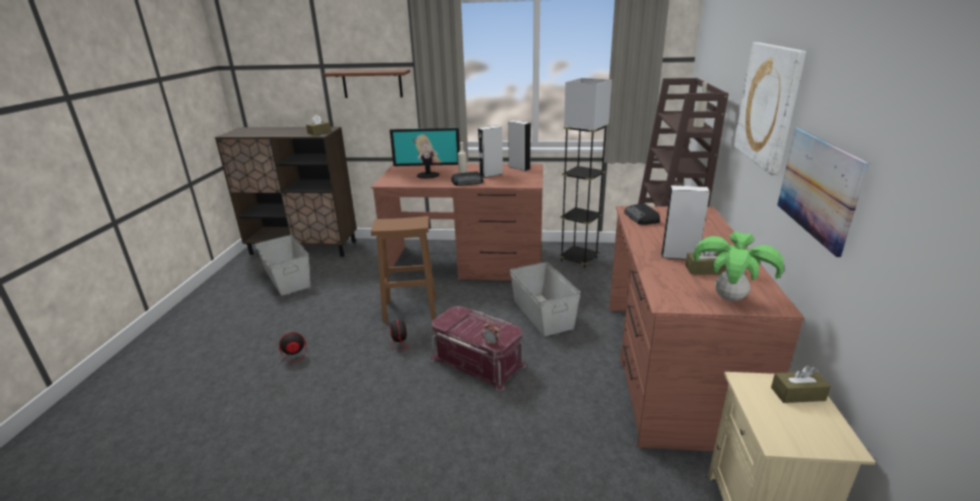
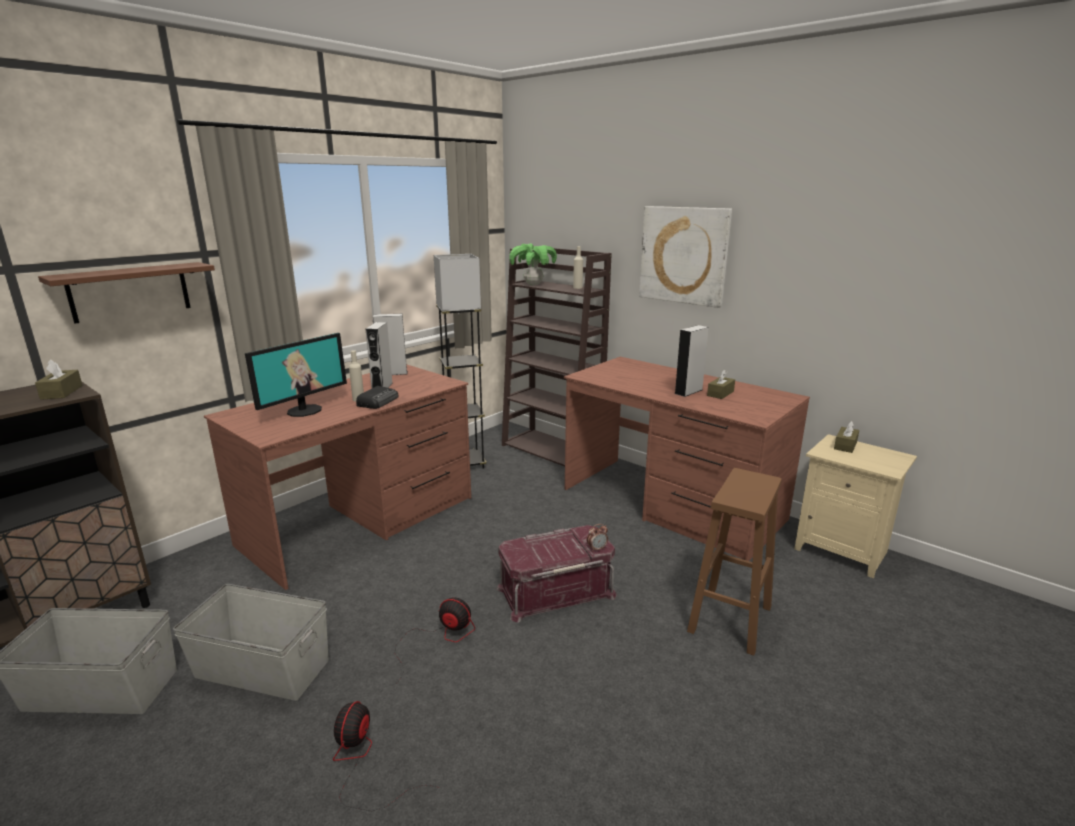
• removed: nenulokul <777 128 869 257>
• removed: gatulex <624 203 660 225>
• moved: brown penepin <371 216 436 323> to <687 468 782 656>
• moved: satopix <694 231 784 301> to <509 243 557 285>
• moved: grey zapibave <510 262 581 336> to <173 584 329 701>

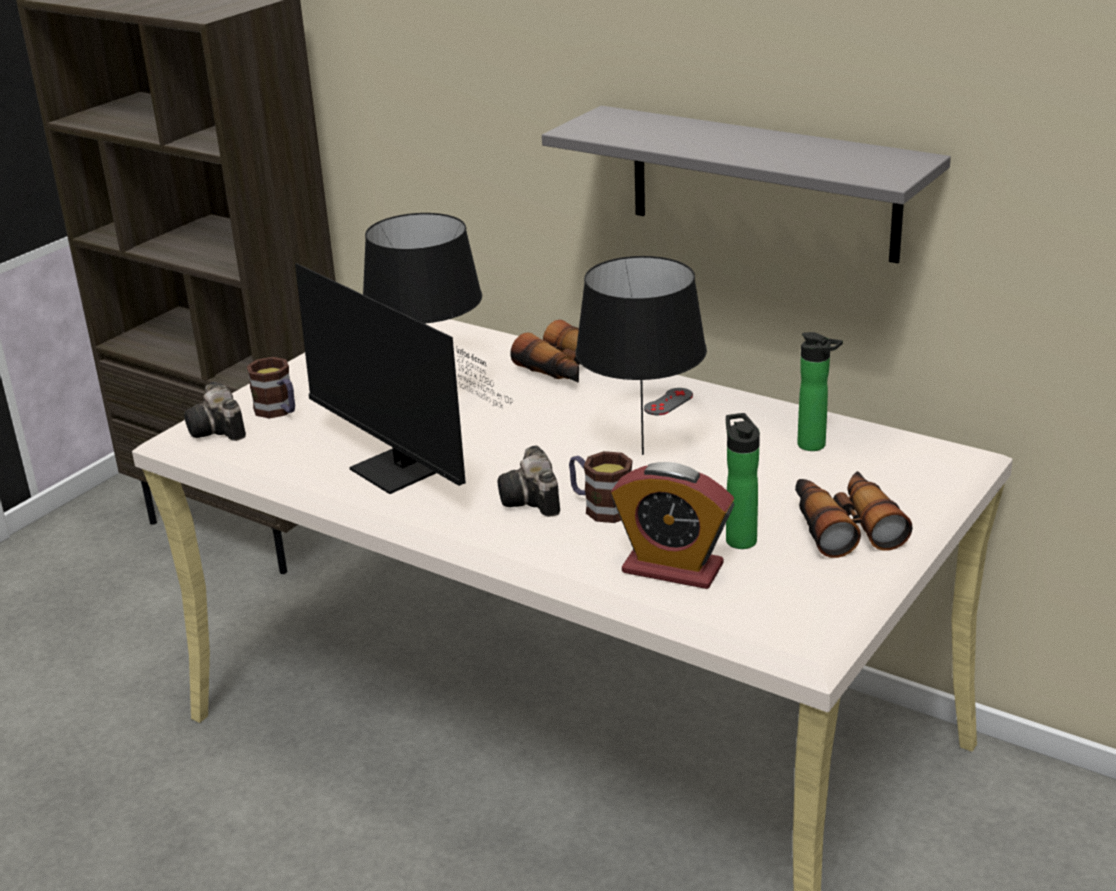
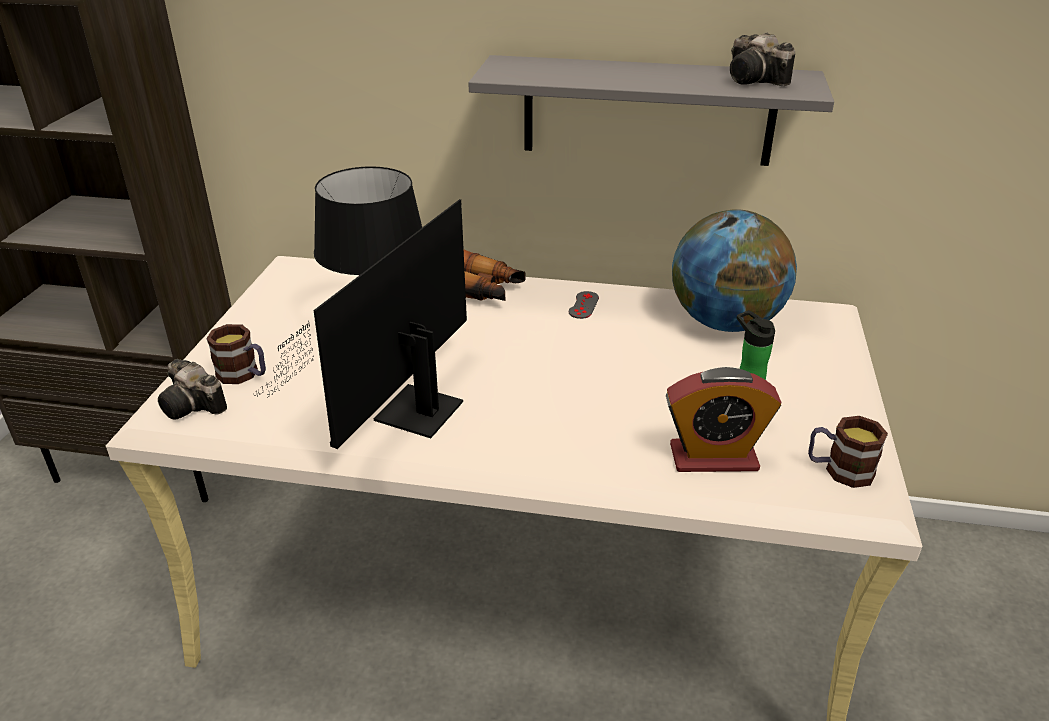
• removed: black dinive <575 256 707 455>
• turned: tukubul <295 263 513 494> = <254 199 467 449> 90 degrees clockwise
• replaced: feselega <797 332 843 451> to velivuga <672 209 797 332>
• moved: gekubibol <497 446 560 517> to <730 33 795 86>
• moved: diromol <569 451 633 523> to <808 416 888 488>
• removed: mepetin <795 471 913 558>

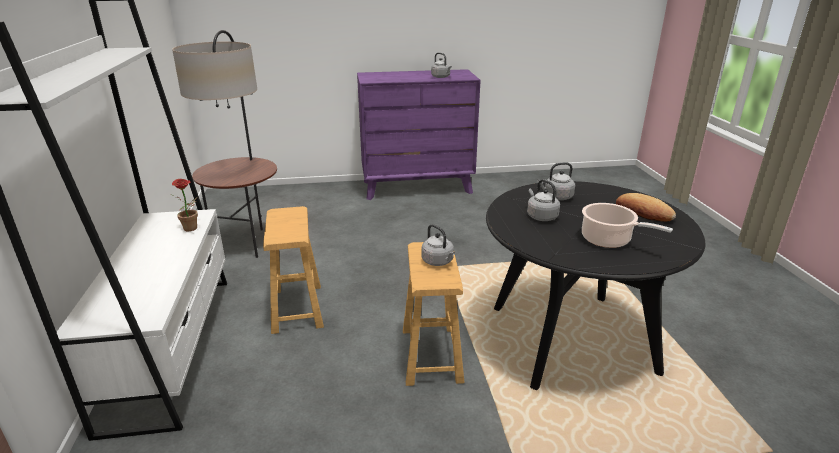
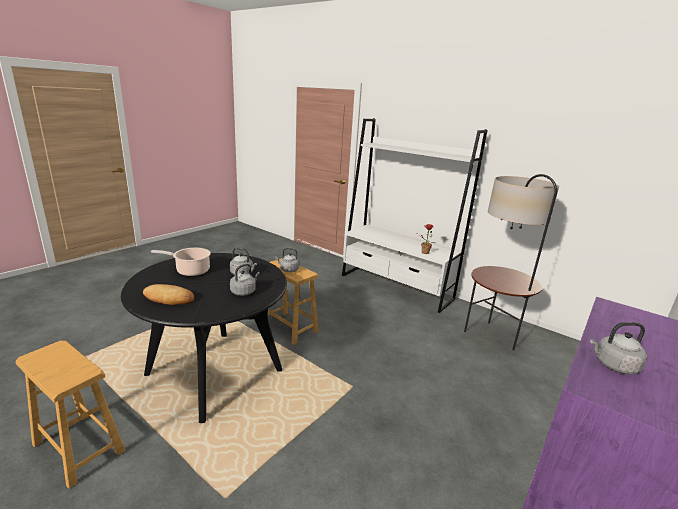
• moved: brown penepin <263 206 324 334> to <15 341 125 488>

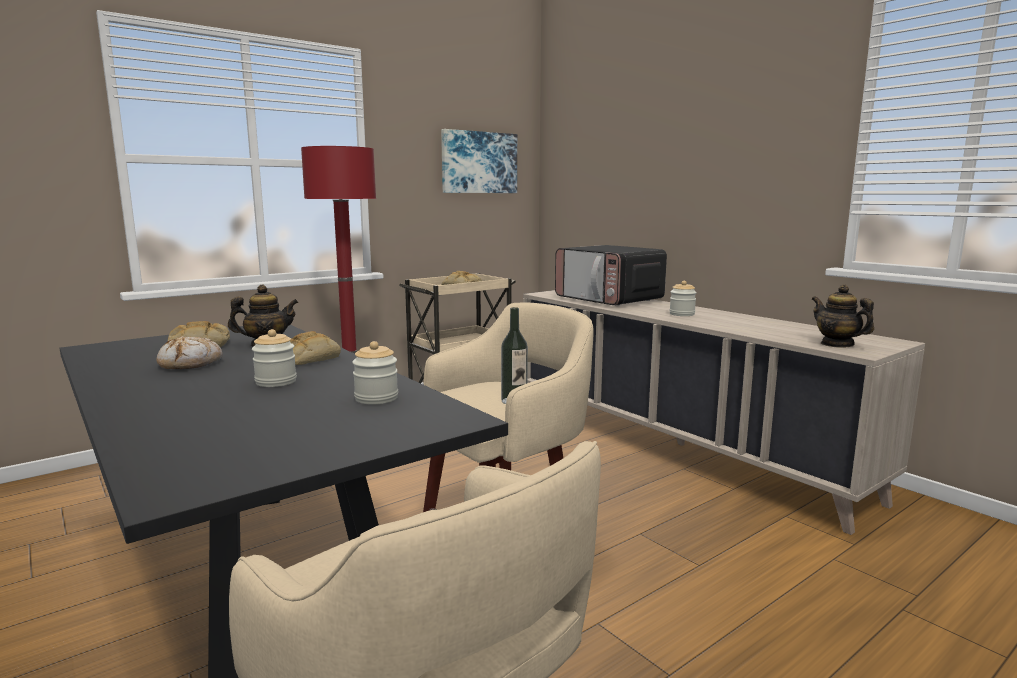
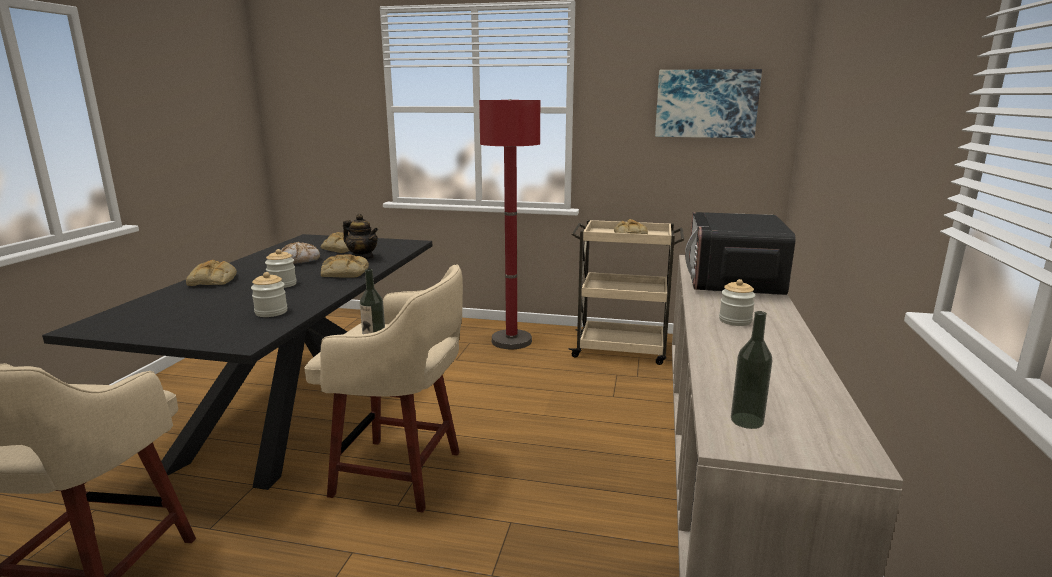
• replaced: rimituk <811 285 874 347> to feselega <731 311 772 429>
• added: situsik <186 260 237 286>

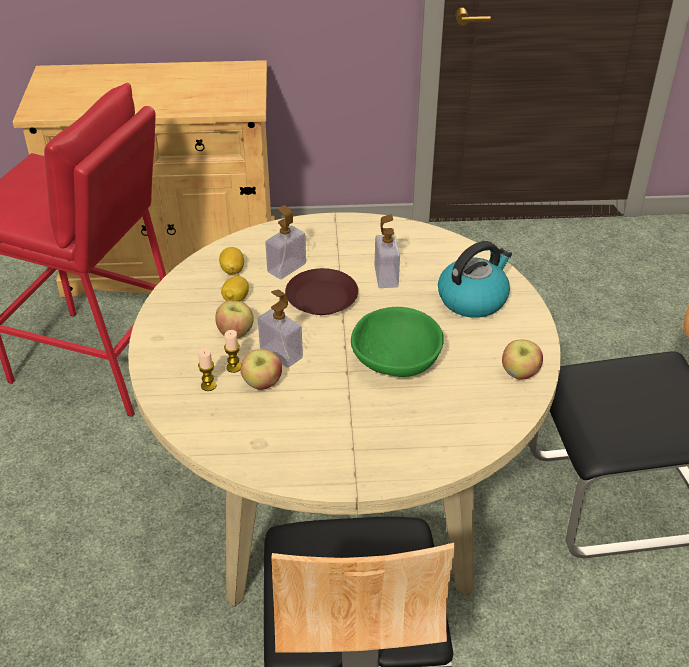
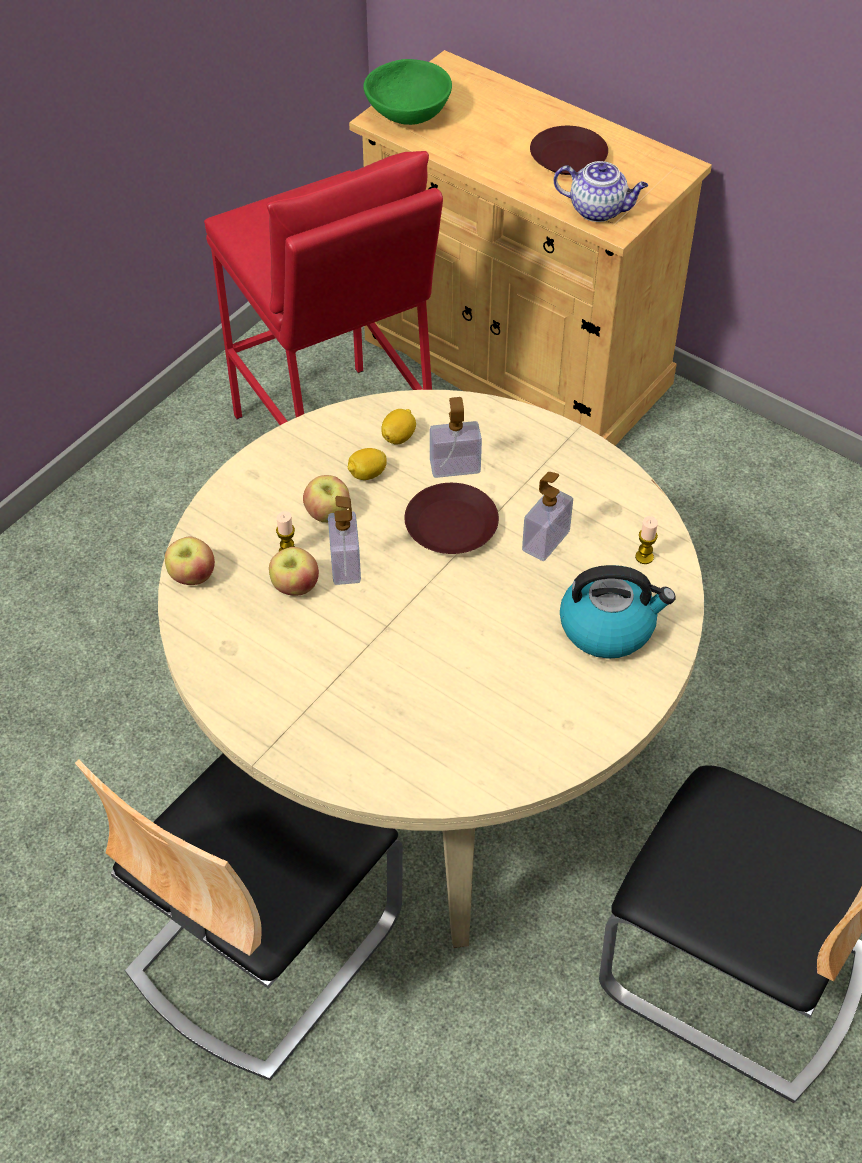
• moved: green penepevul <351 307 444 377> to <363 59 452 125>
• moved: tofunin <502 340 543 380> to <165 537 215 585>
• moved: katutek <198 348 216 391> to <635 516 658 564>
• added: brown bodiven <530 126 608 175>
• added: rimituk <554 161 648 222>

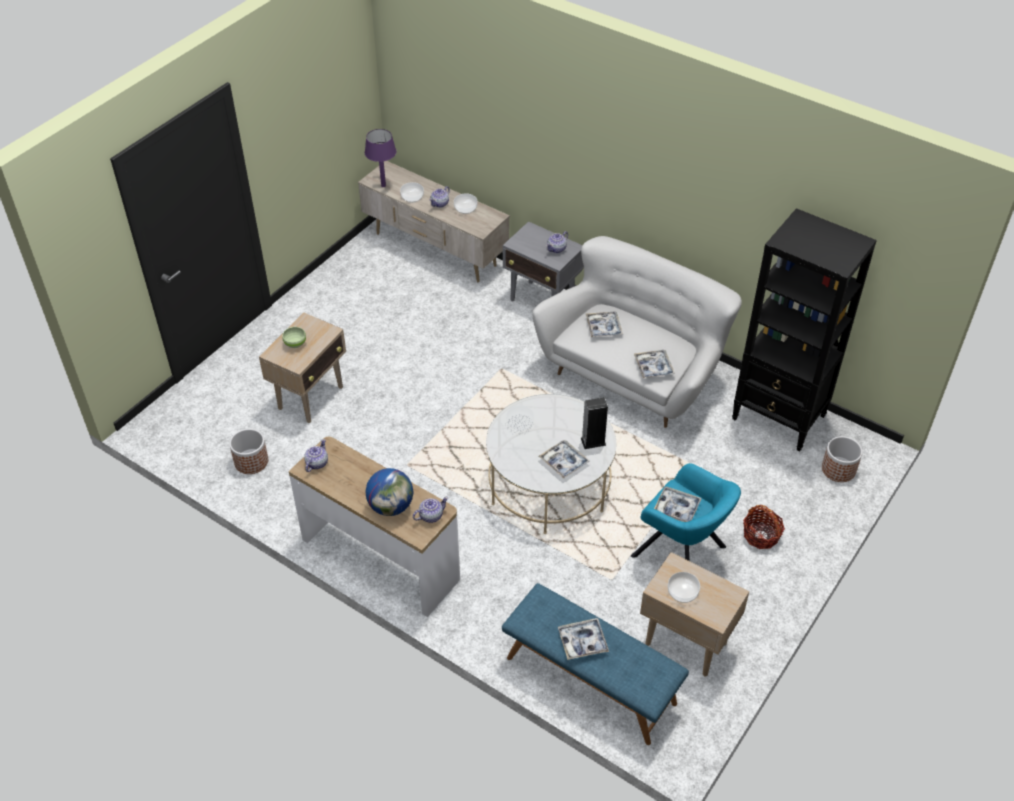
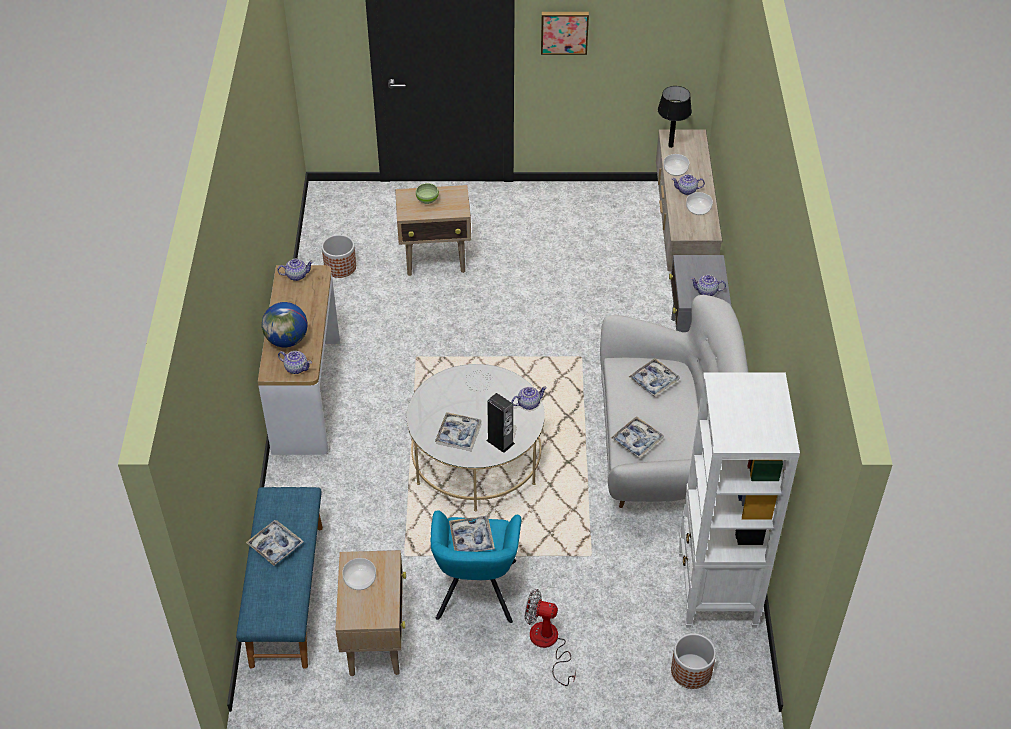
• recoloured: purple dinive <365 129 396 187> to black dinive <658 86 692 148>
• recoloured: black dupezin <732 208 877 451> to white dupezin <678 372 800 628>
• replaced: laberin <743 505 785 549> to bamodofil <525 589 576 686>
• added: nenulokul <541 12 589 55>
• added: rimituk <511 386 547 410>

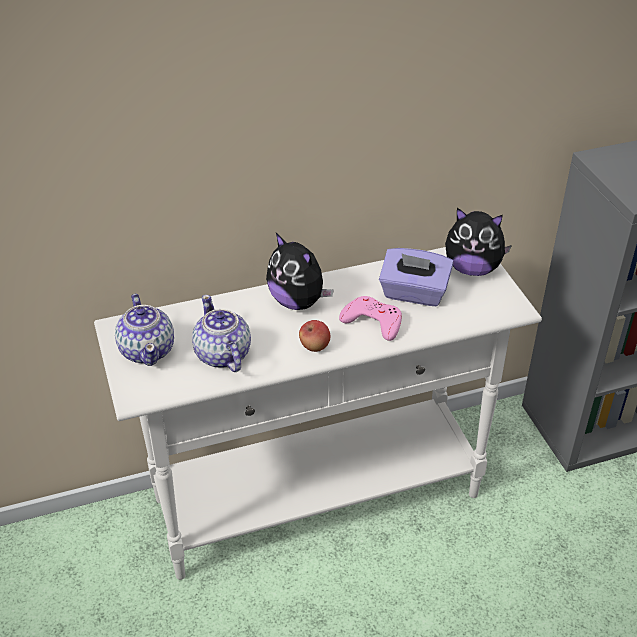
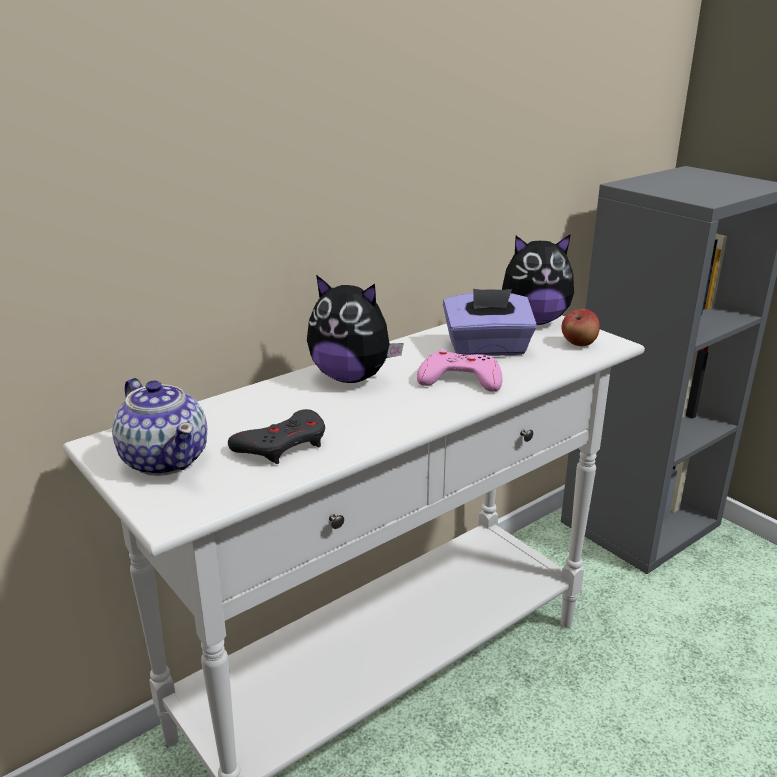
• replaced: rimituk <192 295 251 372> to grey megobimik <228 409 325 464>
• moved: tofunin <299 320 330 352> to <561 309 600 346>

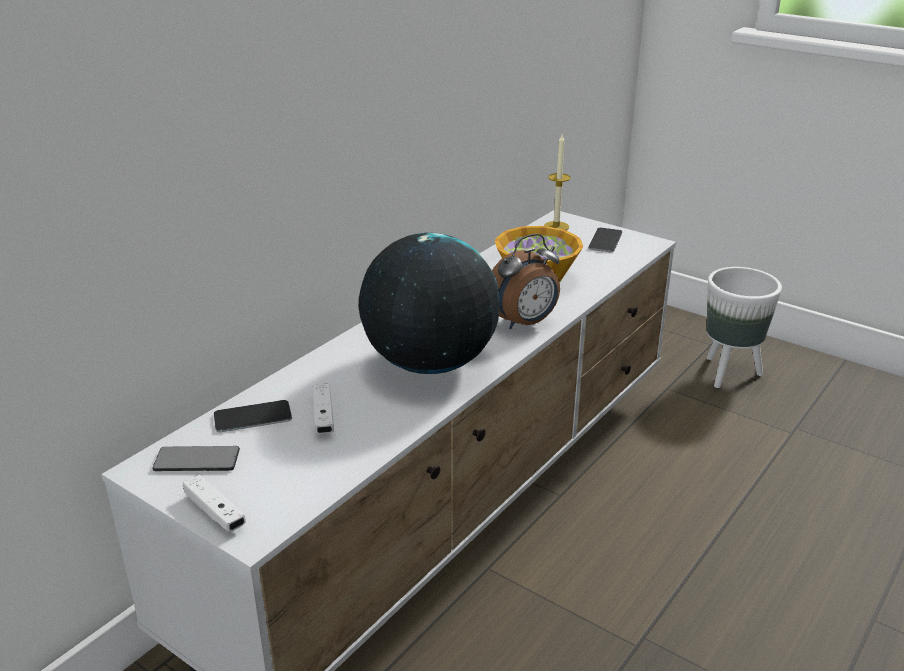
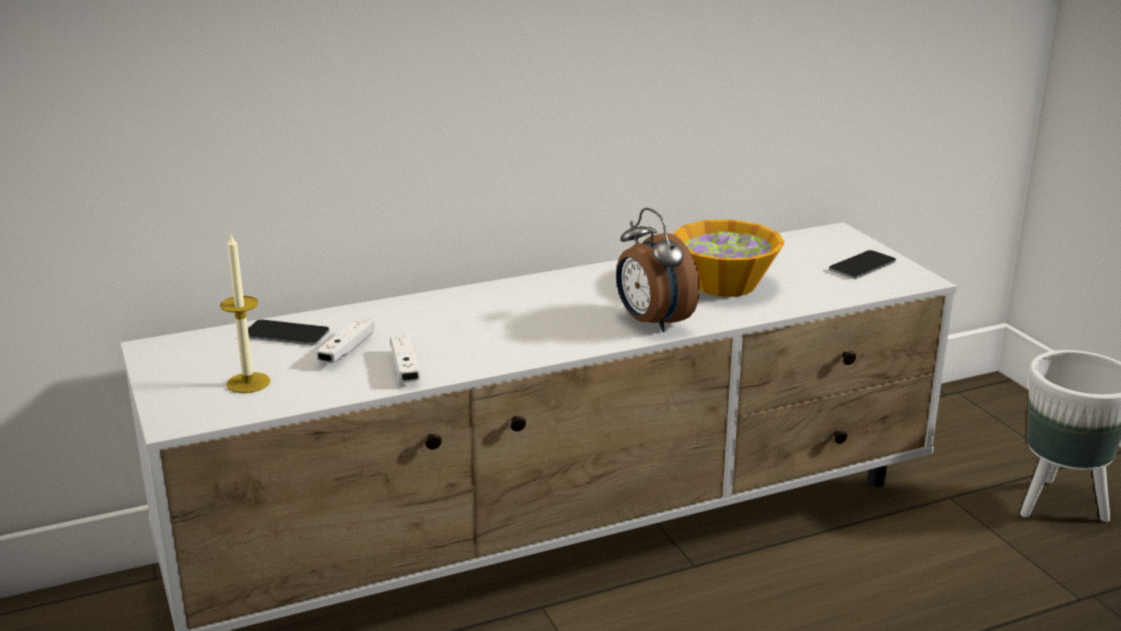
• moved: katutek <544 135 571 230> to <220 235 270 393>
• removed: velivuga <359 233 500 374>
• turned: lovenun <492 234 560 329> = <616 208 700 332> 60 degrees clockwise
• removed: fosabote <153 446 240 471>
• moved: white megobimik <183 475 246 532> to <390 334 421 382>

